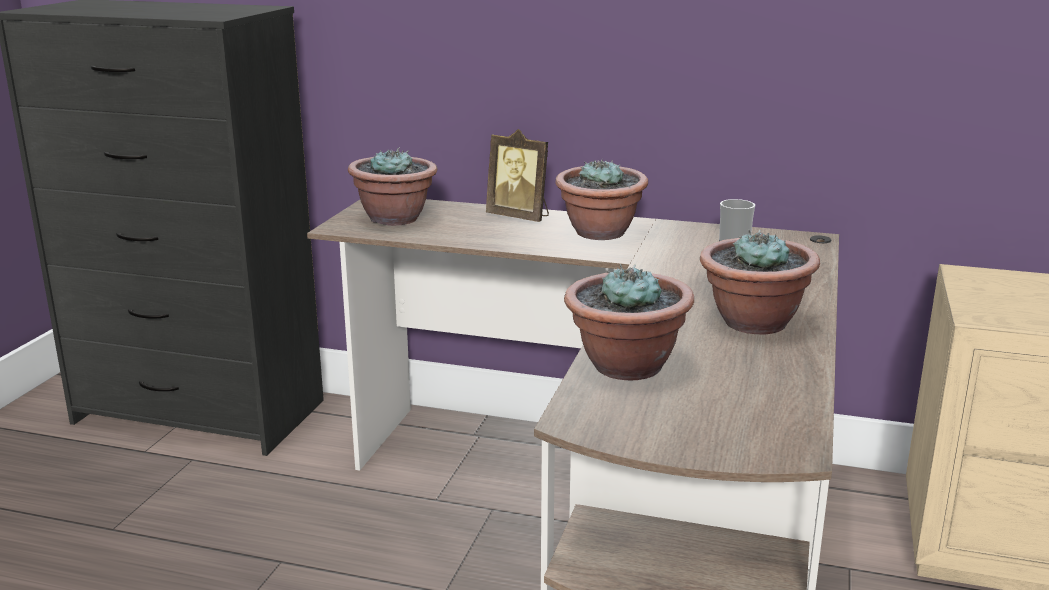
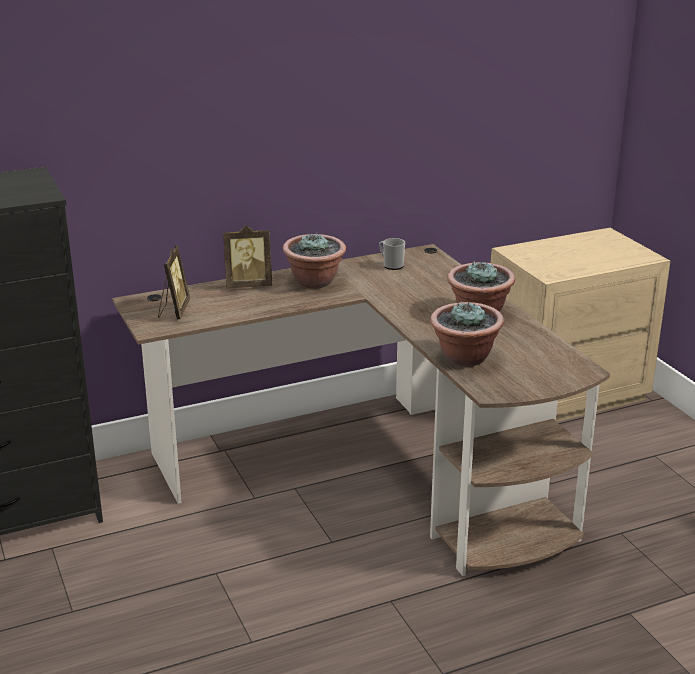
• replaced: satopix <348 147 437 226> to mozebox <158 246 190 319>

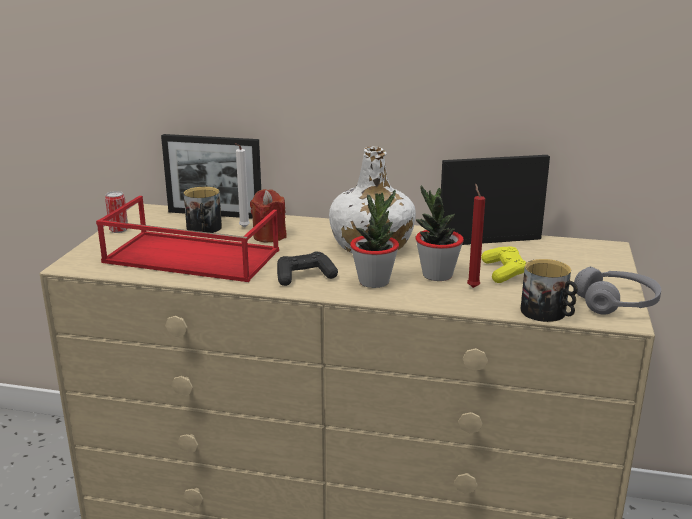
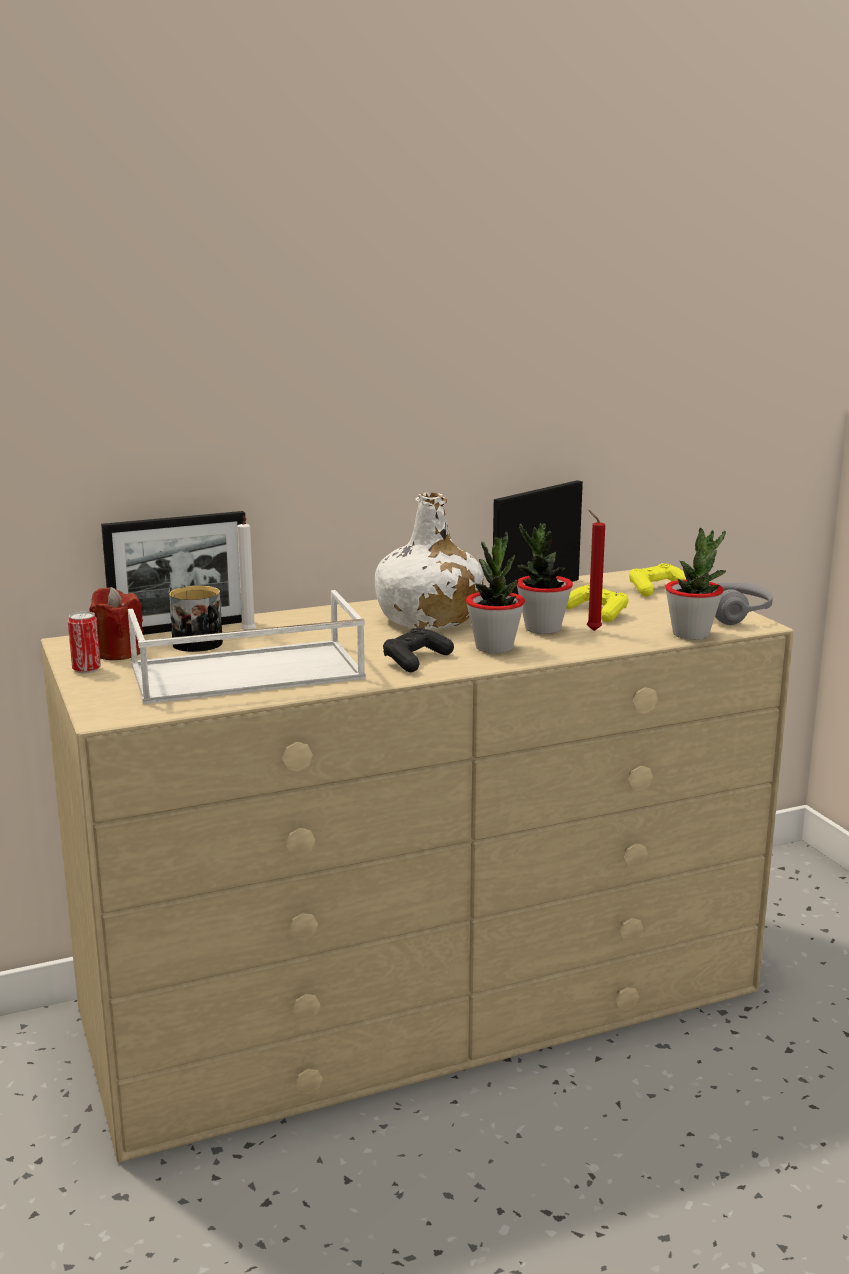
• moved: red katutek <250 189 287 243> to <90 587 143 660>
• recoloured: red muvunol <96 196 279 282> to white muvunol <128 590 366 704>
• replaced: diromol <521 259 578 322> to satopix <665 528 726 640>
• added: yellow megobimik <629 563 687 597>

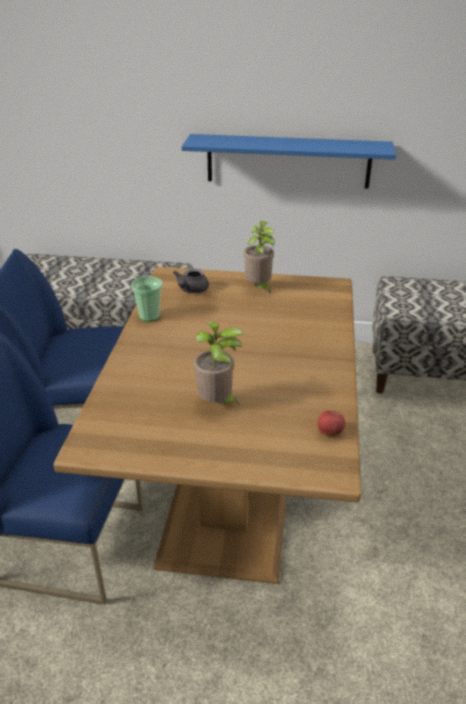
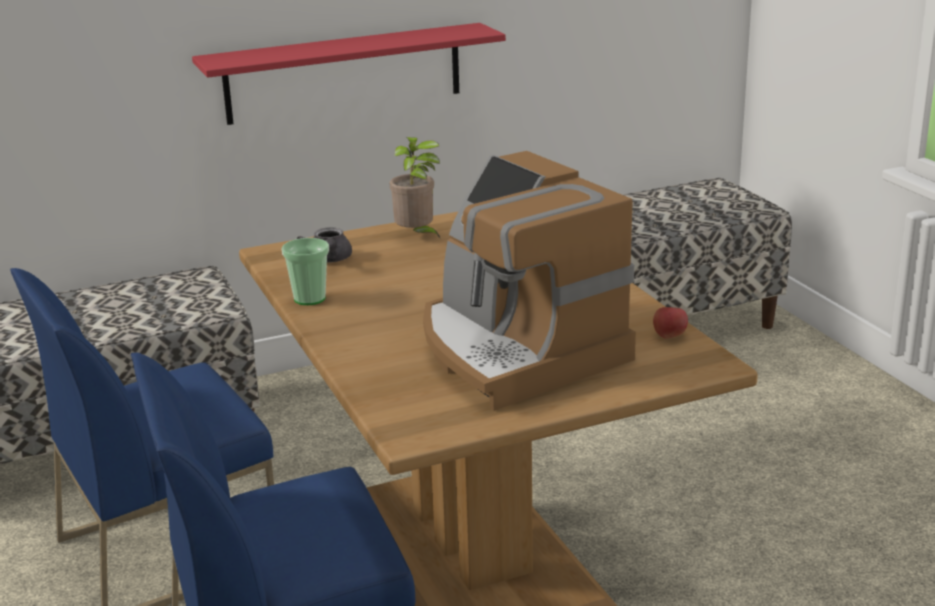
• recoloured: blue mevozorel <182 134 396 189> to red mevozorel <192 23 506 125>
• replaced: satopix <193 321 244 404> to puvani <423 151 636 411>

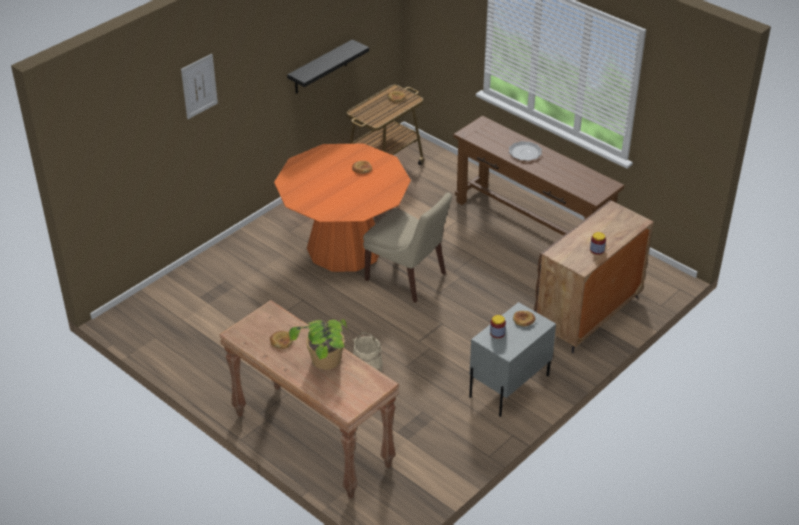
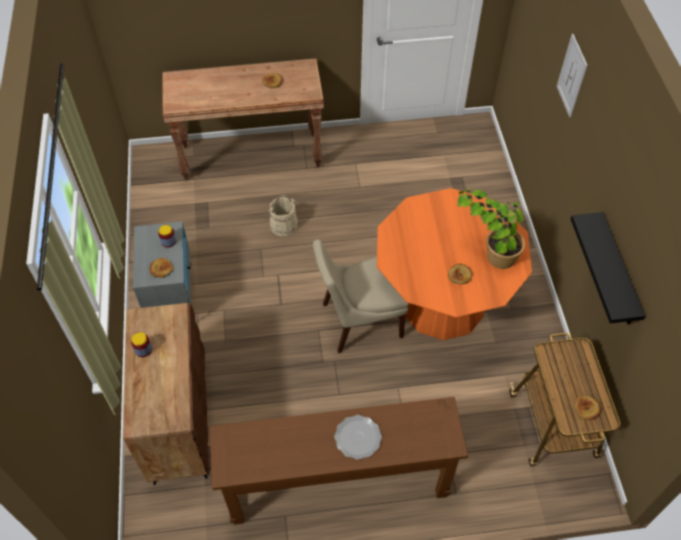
• moved: satopix <289 319 348 370> to <457 187 525 269>

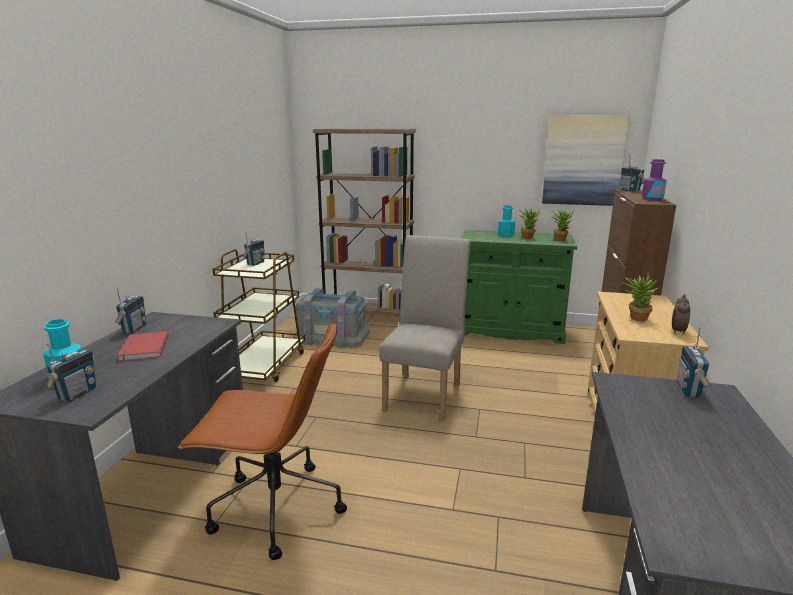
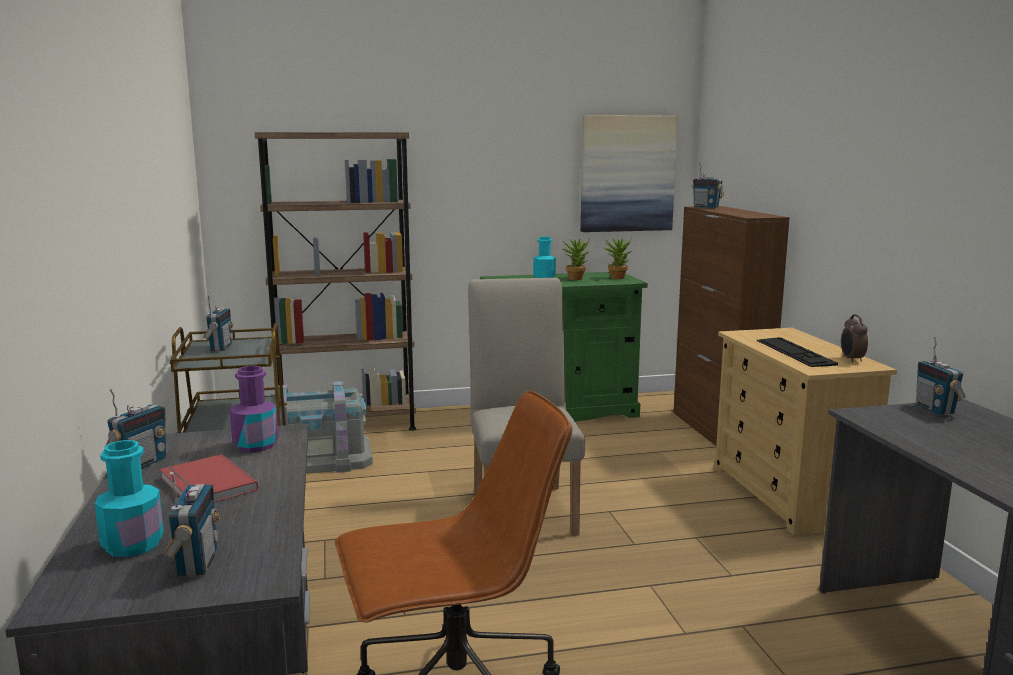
• moved: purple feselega <642 159 667 201> to <230 366 279 452>
• replaced: satopix <622 272 658 322> to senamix <756 337 838 367>
• turned: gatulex <115 288 146 334> = <105 388 166 469> 45 degrees clockwise

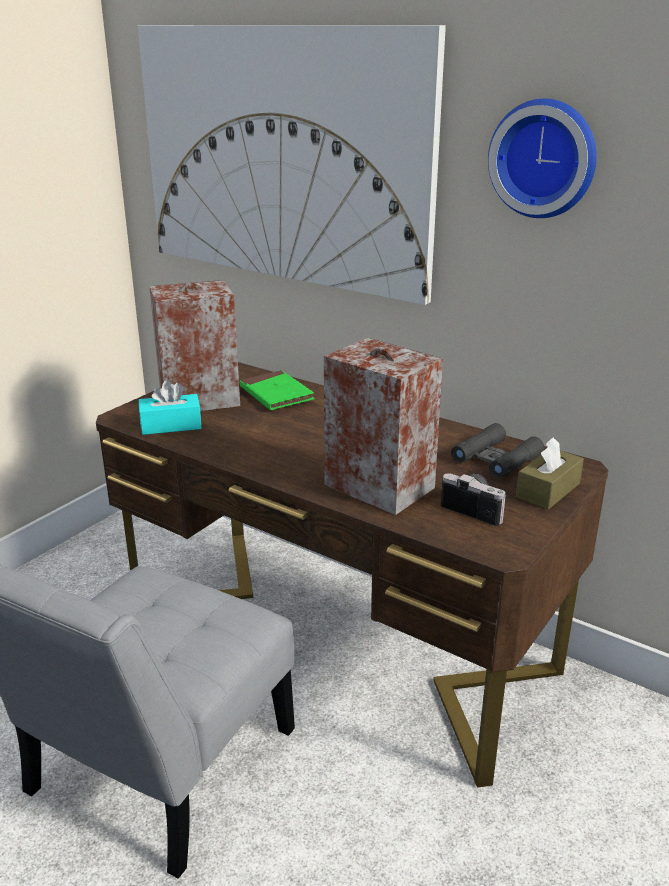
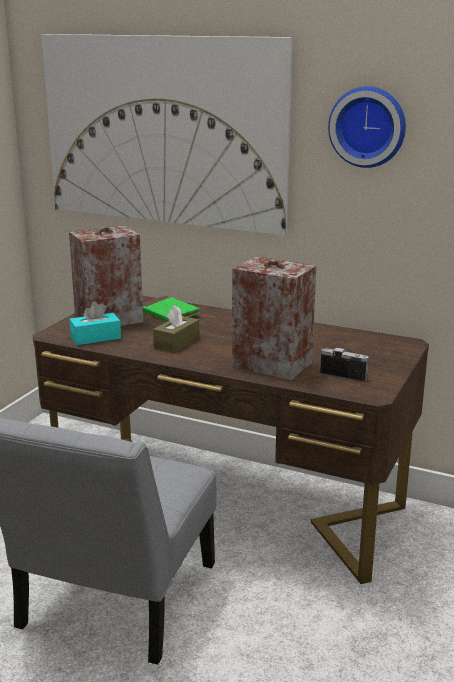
• removed: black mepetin <451 423 544 478>
• moved: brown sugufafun <516 437 584 509> to <153 305 199 353>

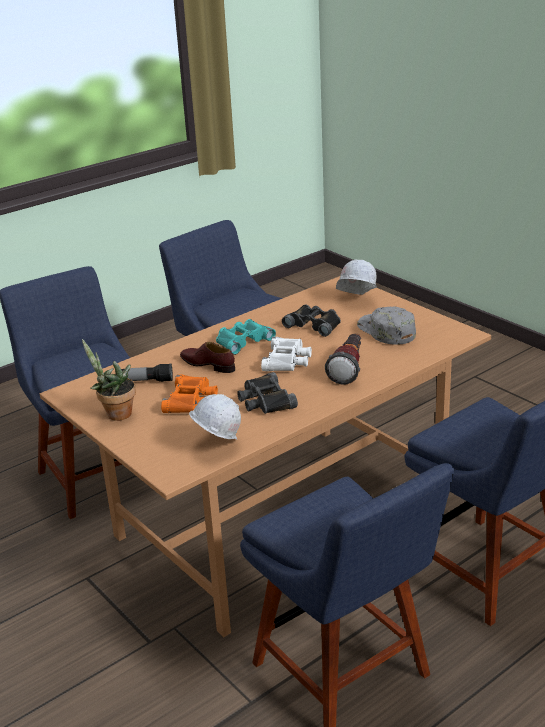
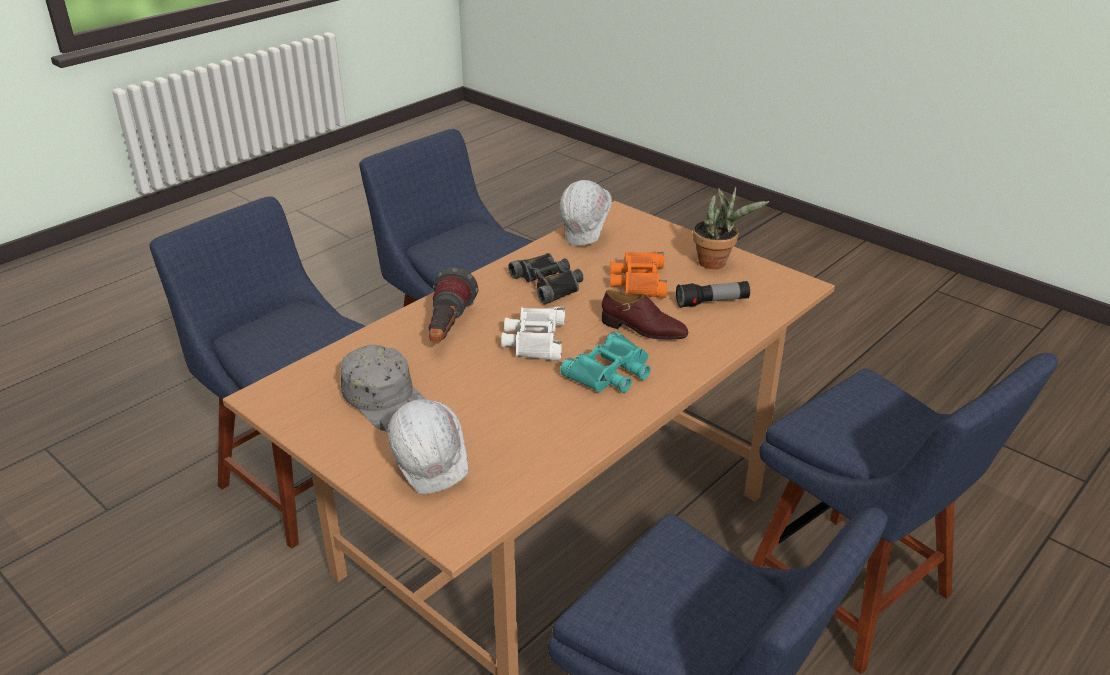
• removed: black mepetin <282 304 341 337>

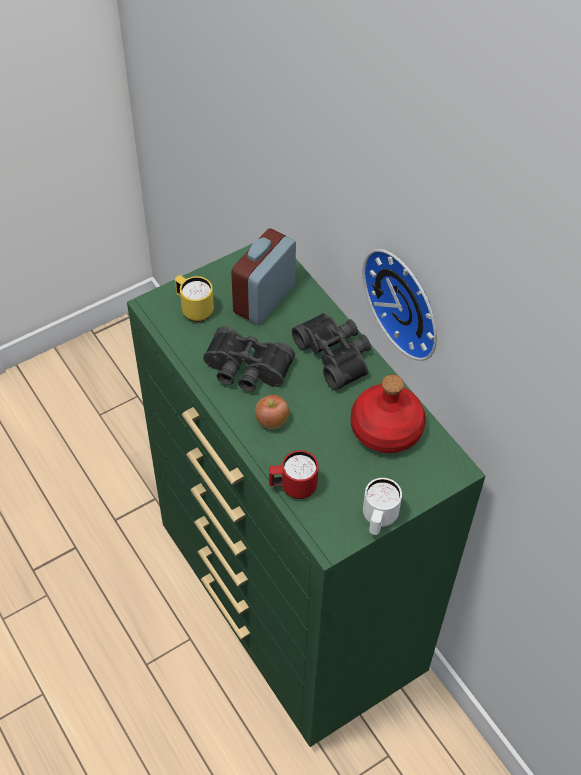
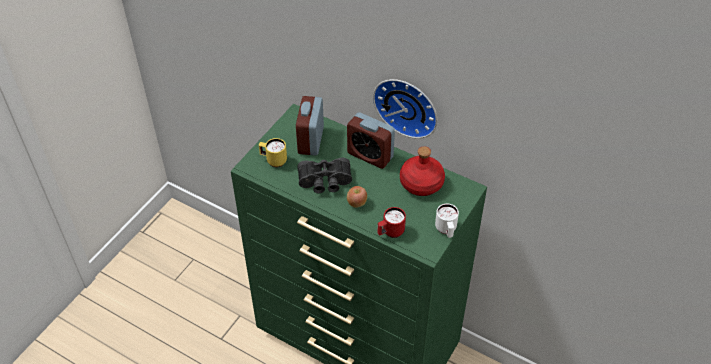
• replaced: black mepetin <292 313 371 391> to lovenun <347 112 395 169>

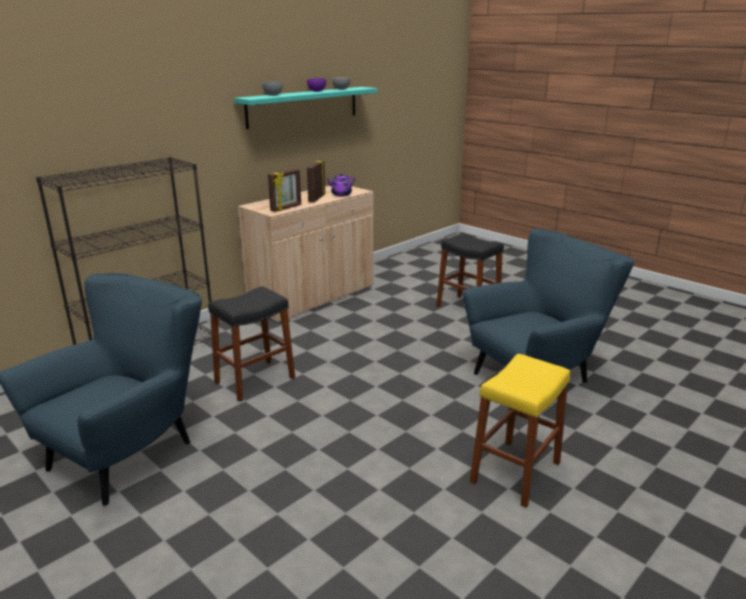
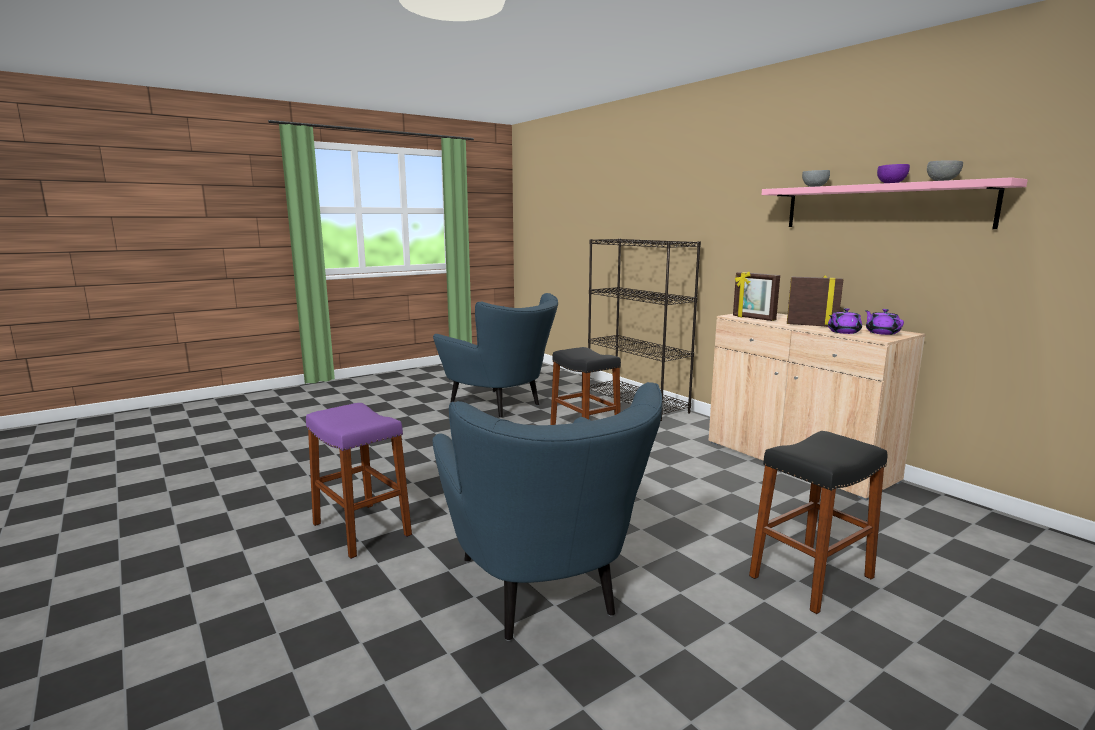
• recoloured: turquoise mevozorel <234 87 378 129> to pink mevozorel <762 177 1028 229>
• recoloured: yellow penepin <470 354 570 508> to purple penepin <306 403 412 559>

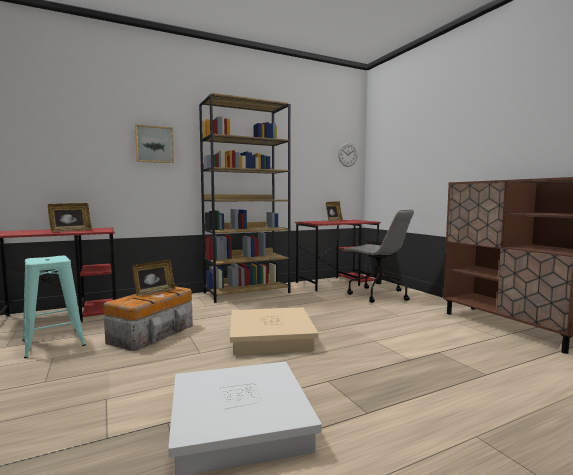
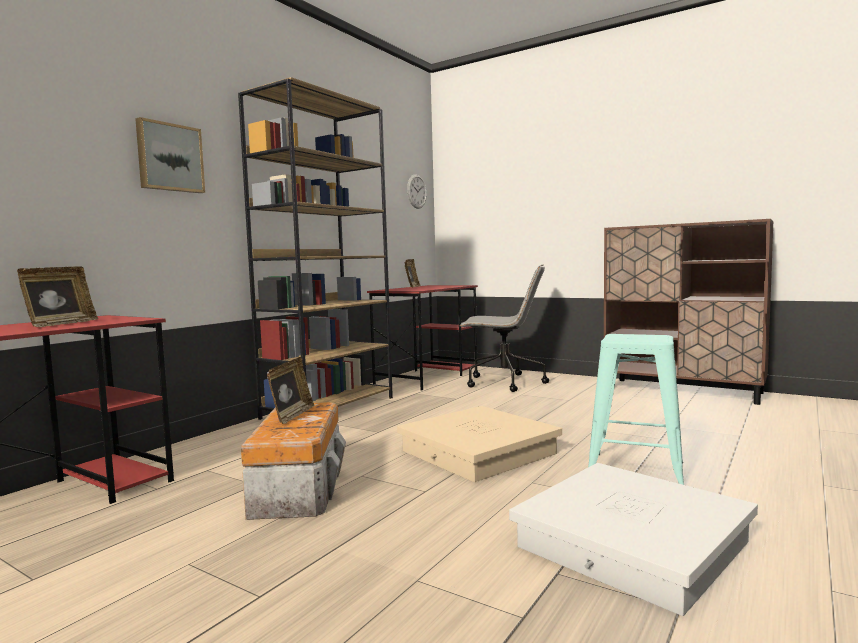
• moved: turquoise penepin <22 256 86 358> to <588 334 684 485>

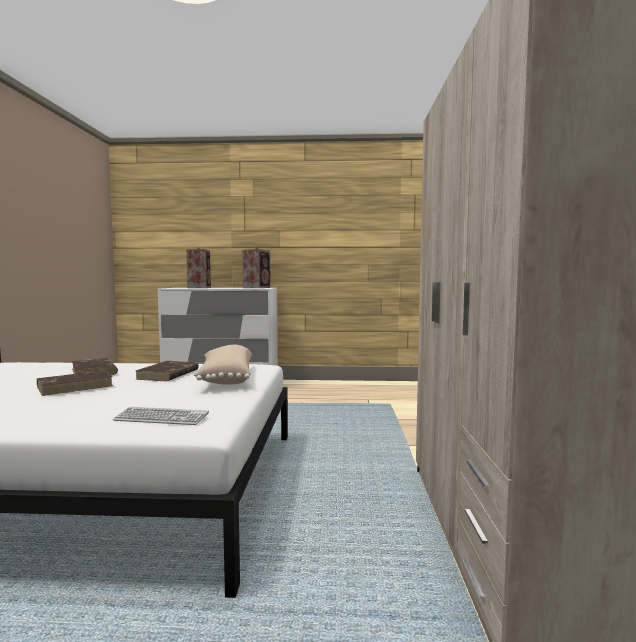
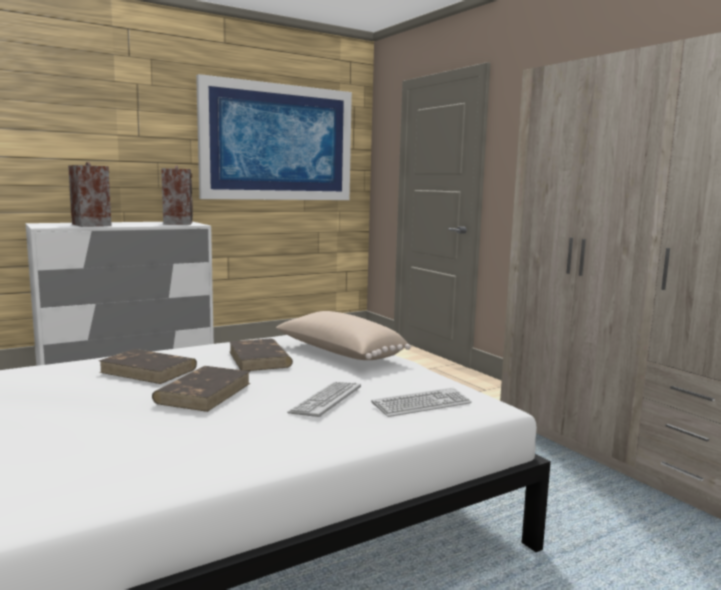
• added: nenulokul <196 74 352 200>
• added: senamix <287 382 361 417>

